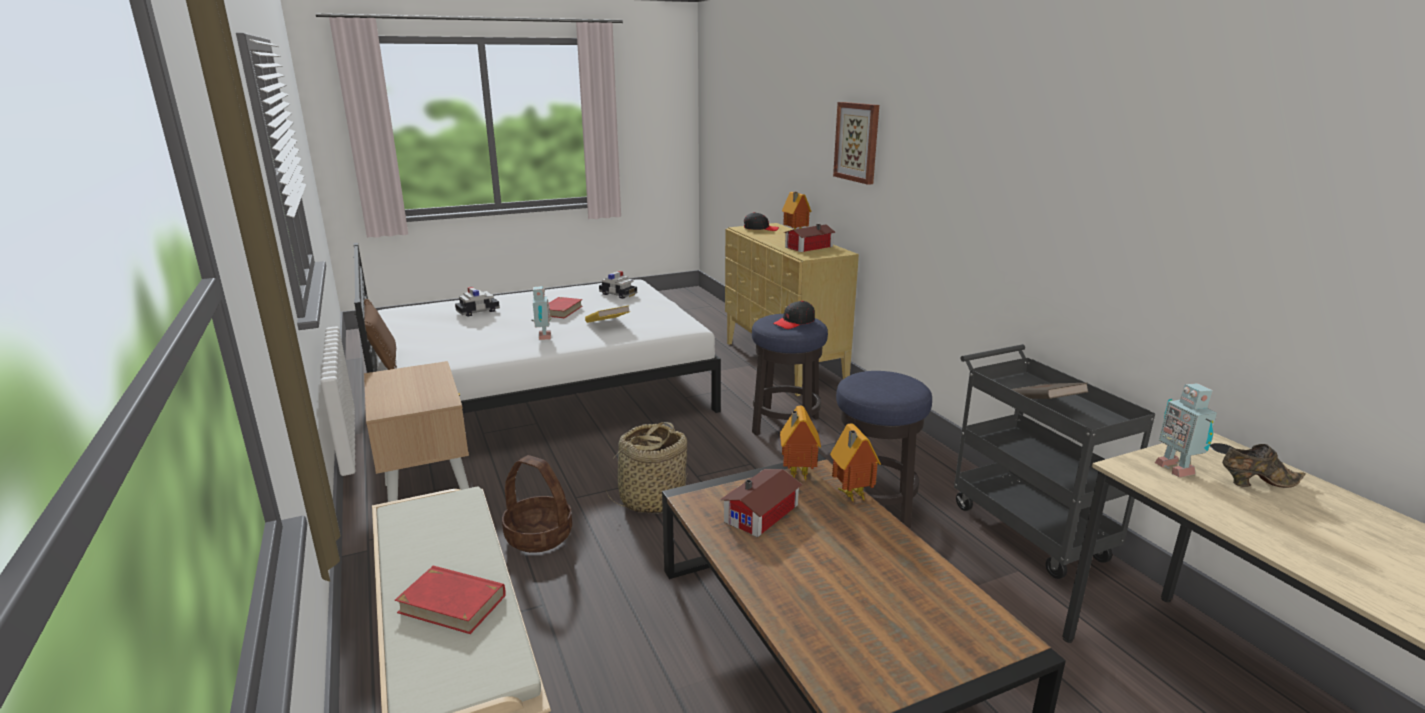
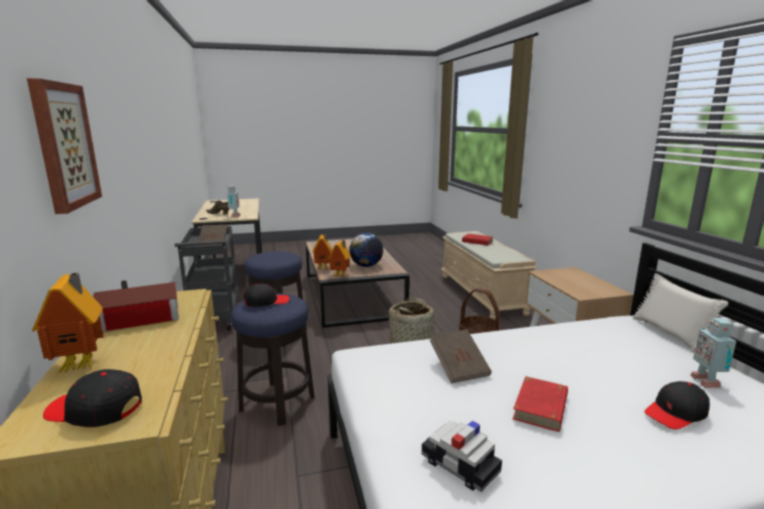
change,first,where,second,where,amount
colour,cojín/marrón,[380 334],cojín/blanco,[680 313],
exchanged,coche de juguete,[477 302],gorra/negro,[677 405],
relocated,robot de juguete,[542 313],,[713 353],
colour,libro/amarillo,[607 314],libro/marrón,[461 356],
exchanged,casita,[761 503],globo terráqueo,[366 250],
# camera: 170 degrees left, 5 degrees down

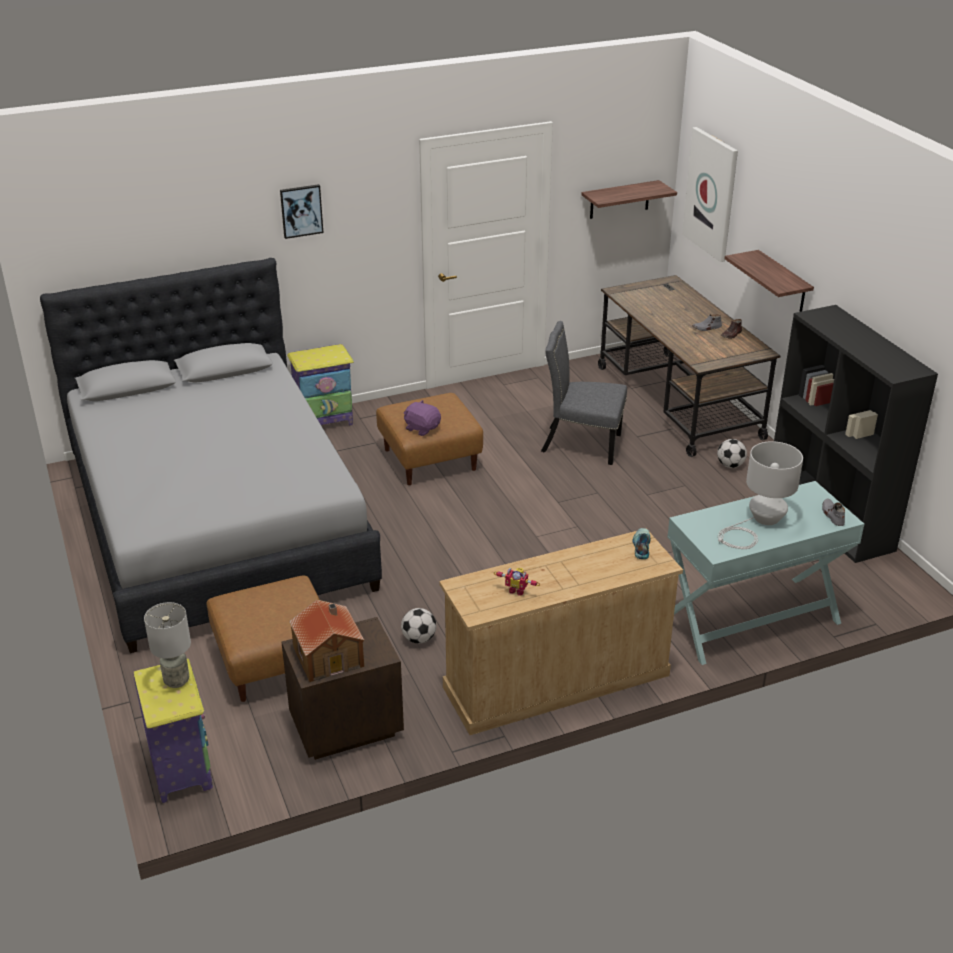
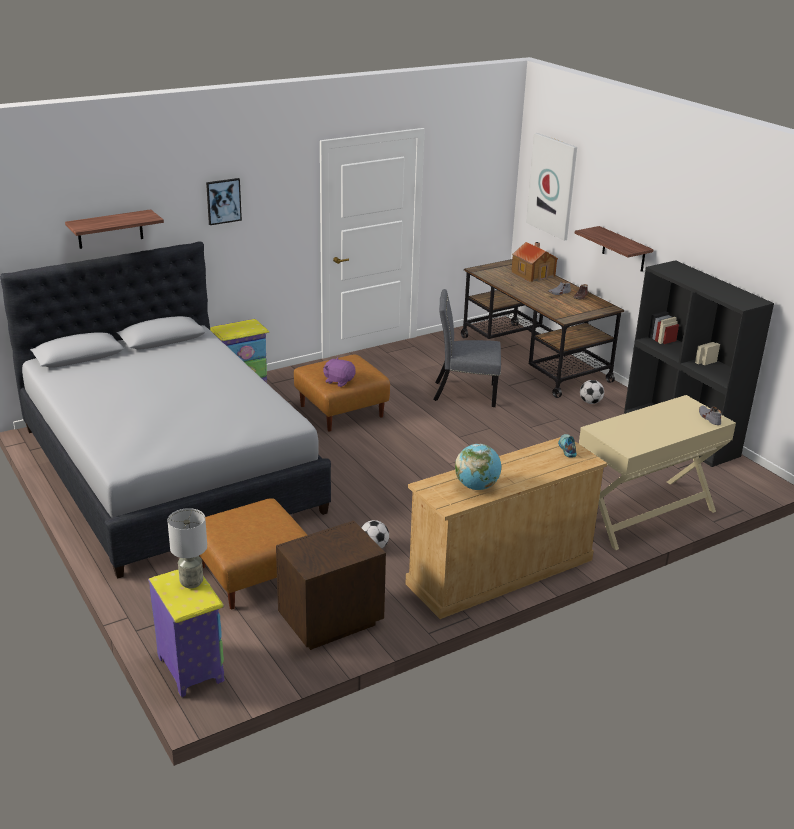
change,first,where,second,where,amount
relocated,casita,[326 640],,[534 262],
exchanged,robot de juguete,[517 582],globo terráqueo,[478 467],
relocated,estante,[629 199],,[114 229],
colour,mesa consola/turquesa,[765 573],mesa consola/beis,[657 472],
missing,lámpara de mesa/blanco,[760 495],,,
# camera: 10 degrees left, 5 degrees down

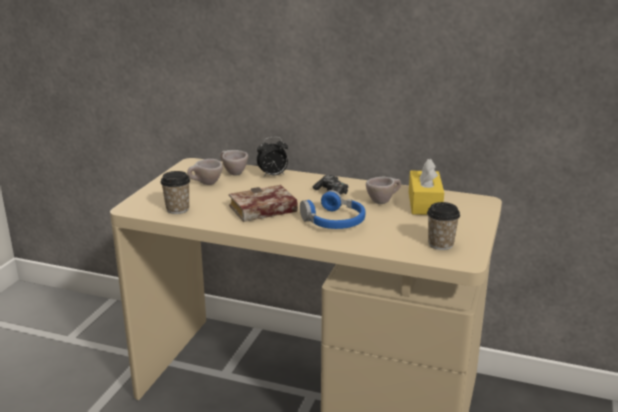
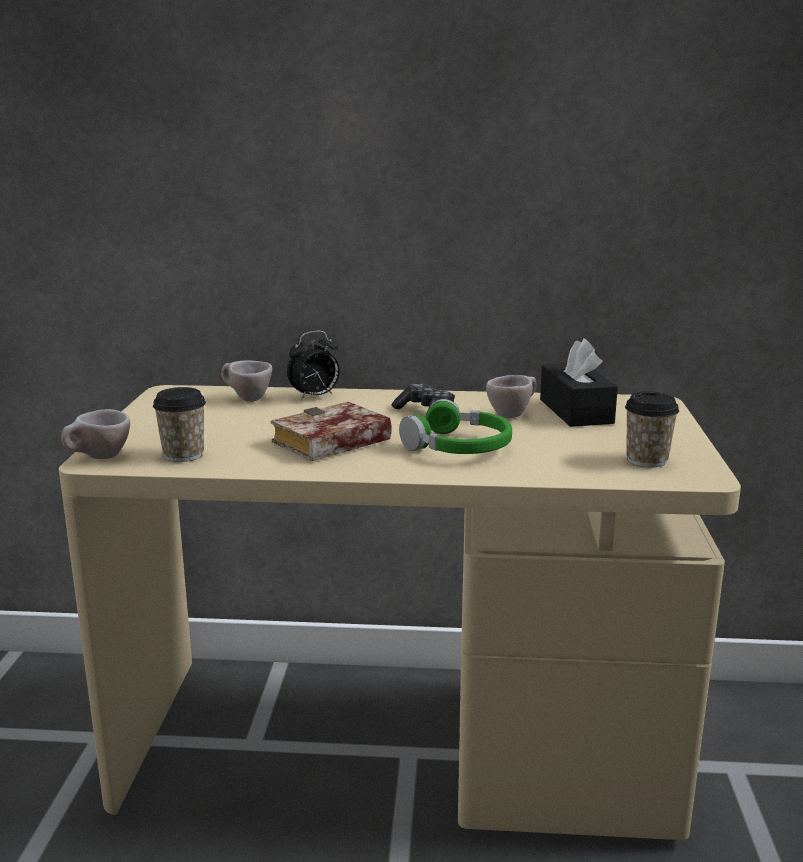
change,first,where,second,where,amount
relocated,taza/beis,[205 172],,[95 434],
colour,auriculares/azul,[332 209],auriculares/verde,[455 426],
colour,caja de pañuelos/amarillo,[426 187],caja de pañuelos/negro,[579 382],
# camera: 15 degrees left, 5 degrees down

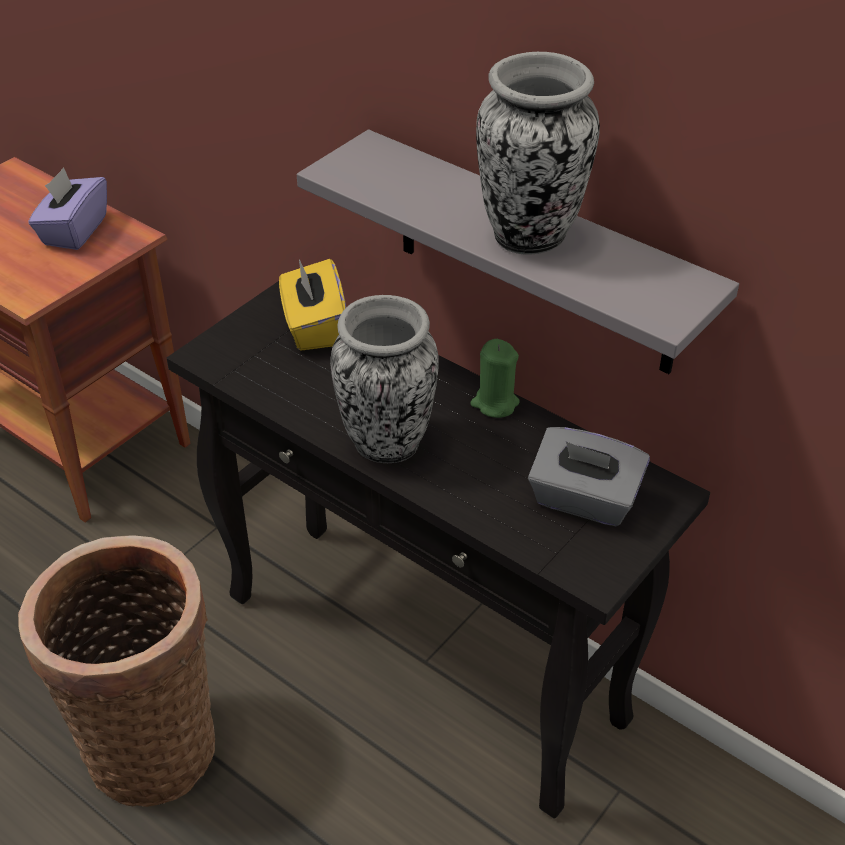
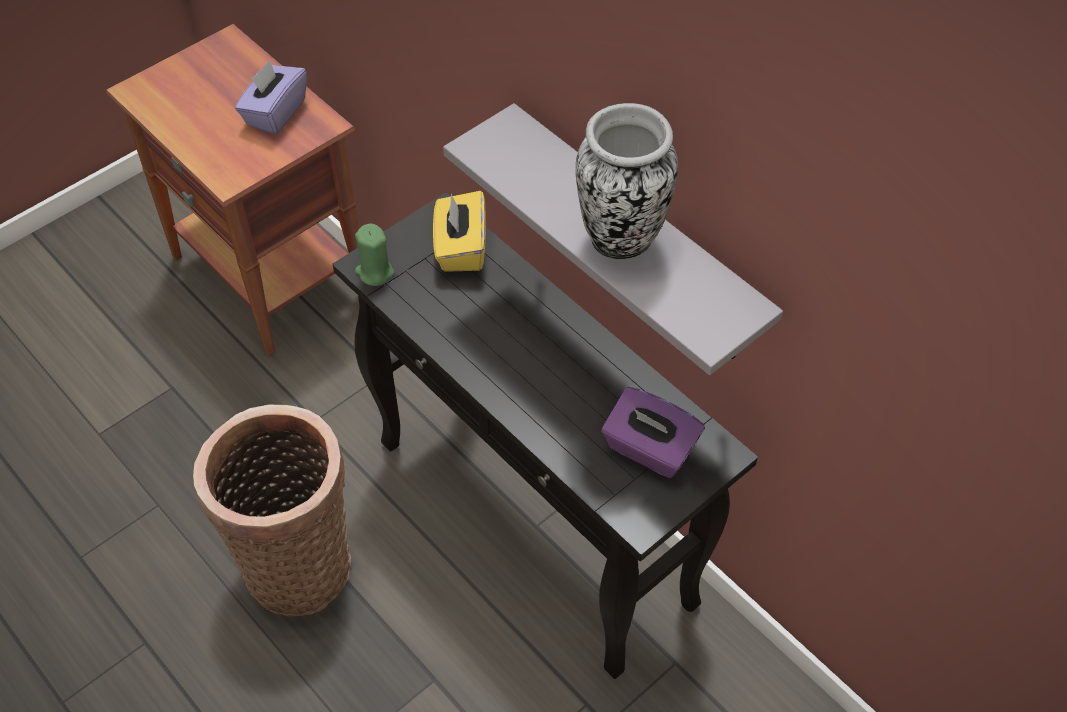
change,first,where,second,where,amount
missing,florero,[384 379],,,
relocated,vela/verde,[495 378],,[374 254],
colour,caja de pañuelos/gris,[589 476],caja de pañuelos/morado,[653 432],
# camera: 10 degrees right, 10 degrees up

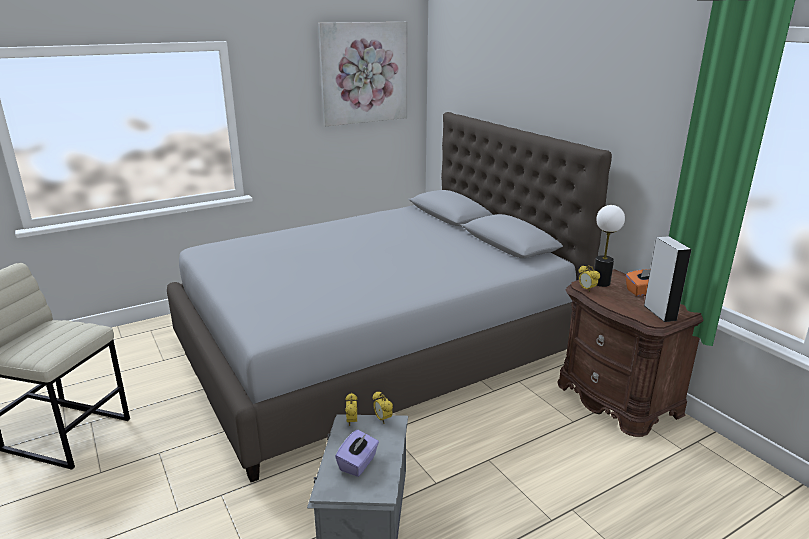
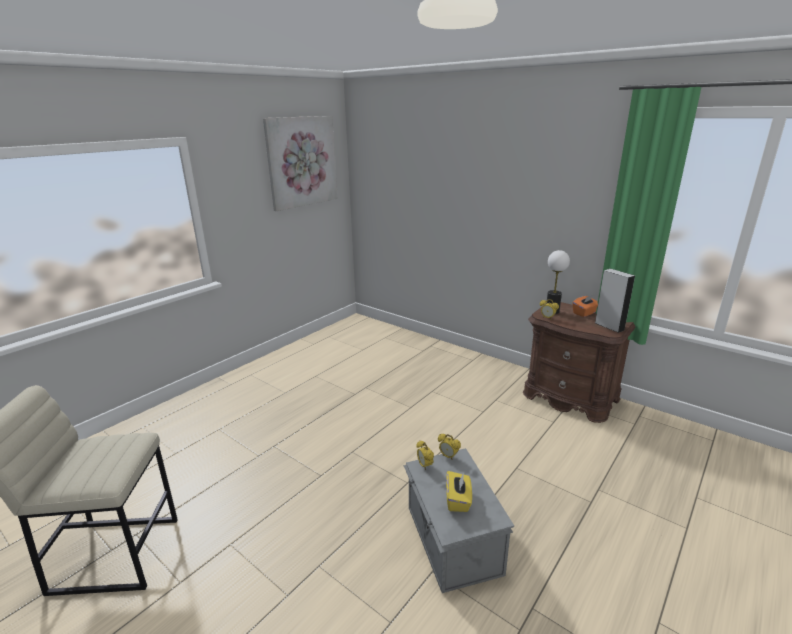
change,first,where,second,where,amount
missing,cama/gris,[389 297],,,
colour,caja de pañuelos/morado,[357 453],caja de pañuelos/amarillo,[459 491],
# camera: 20 degrees left, 0 degrees up

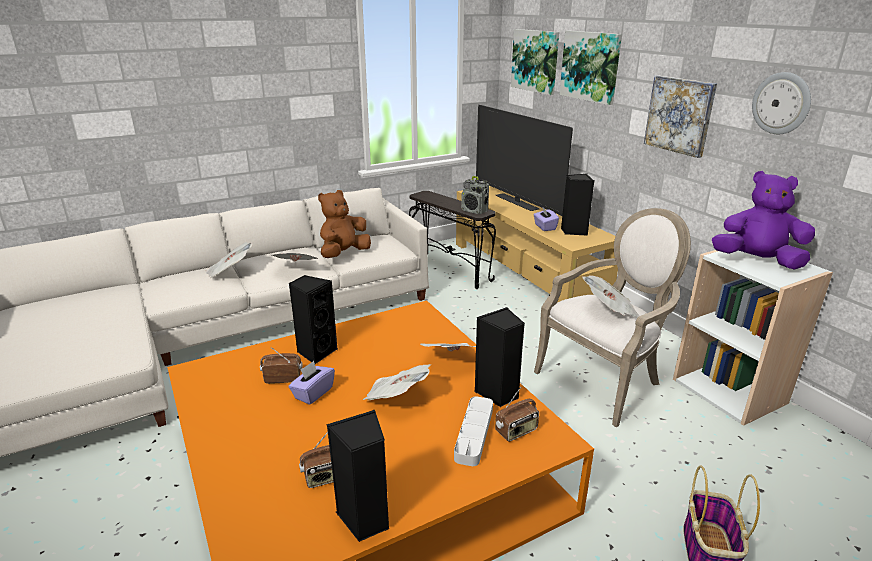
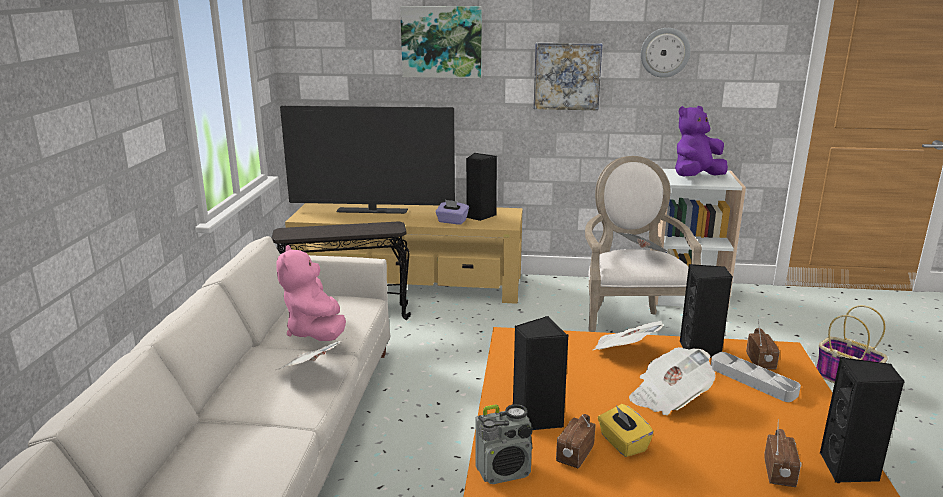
change,first,where,second,where,amount
missing,periódico,[229 260],,,
colour,caja de pañuelos/morado,[311 383],caja de pañuelos/amarillo,[626 430],
colour,peluche/marrón,[344 224],peluche/rosa,[311 293],
relocated,radio,[475 195],,[504 444],
missing,cuadro,[535 62],,,
# camera: 55 degrees left, 5 degrees down

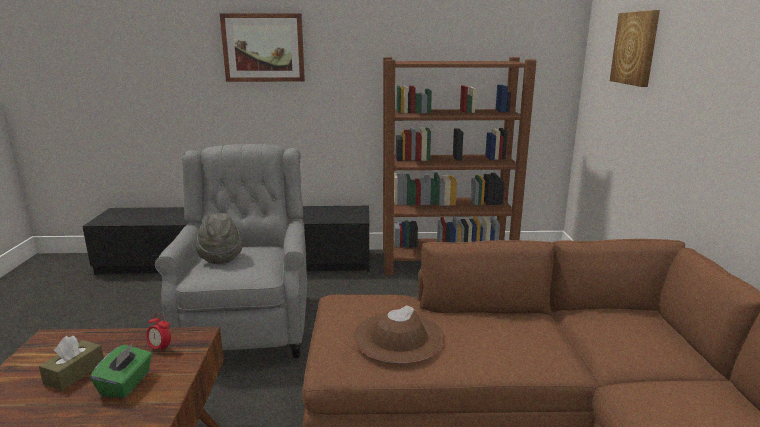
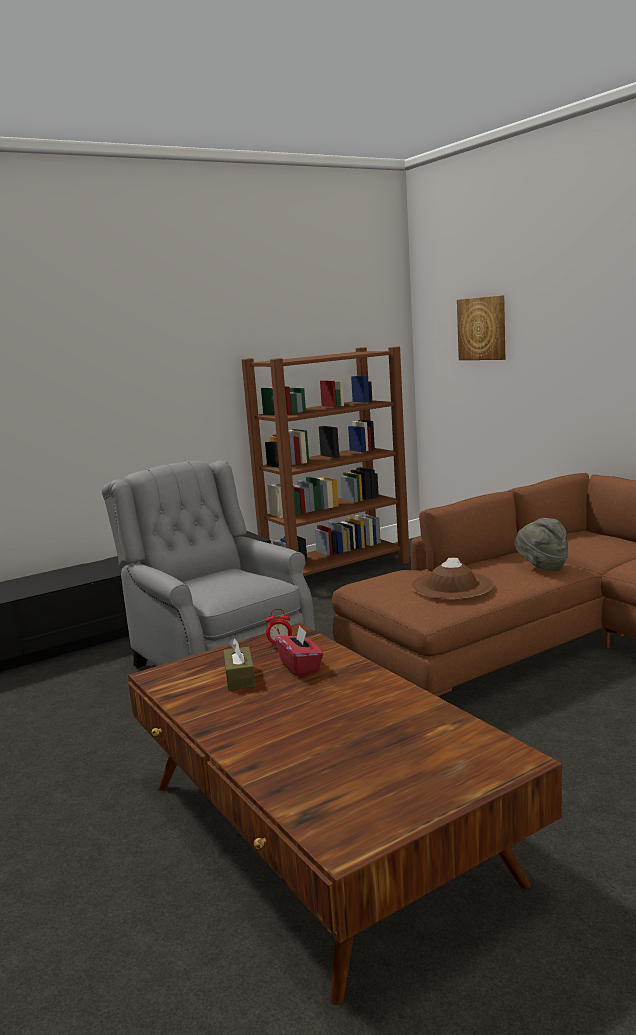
change,first,where,second,where,amount
colour,caja de pañuelos/verde,[121 371],caja de pañuelos/rojo,[299 651],
relocated,sombrero/gris,[219 238],,[541 544],
missing,cuadro,[262 47],,,
# camera: 30 degrees left, 5 degrees down

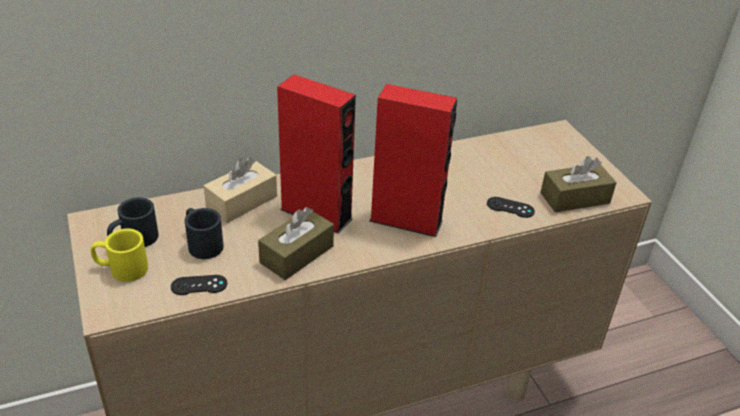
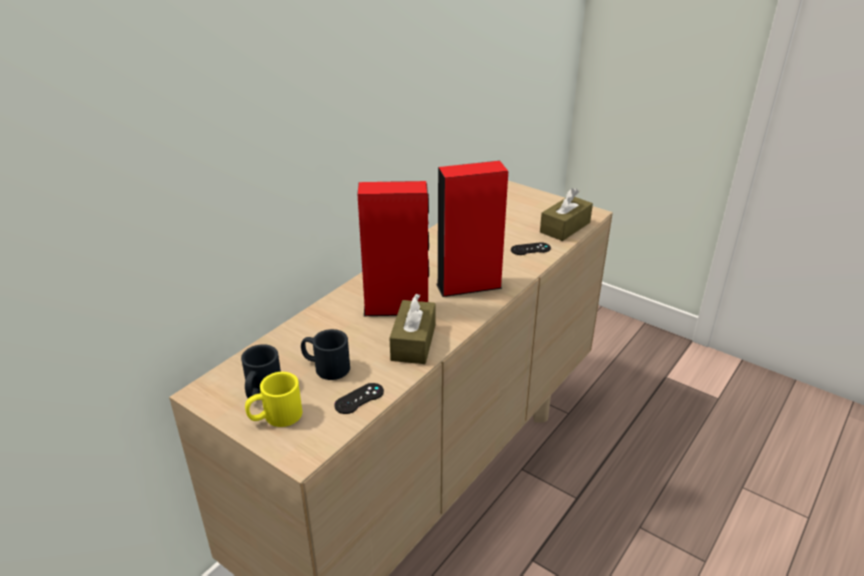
change,first,where,second,where,amount
missing,caja de pañuelos/beis,[240 190],,,
# camera: 30 degrees left, 5 degrees down

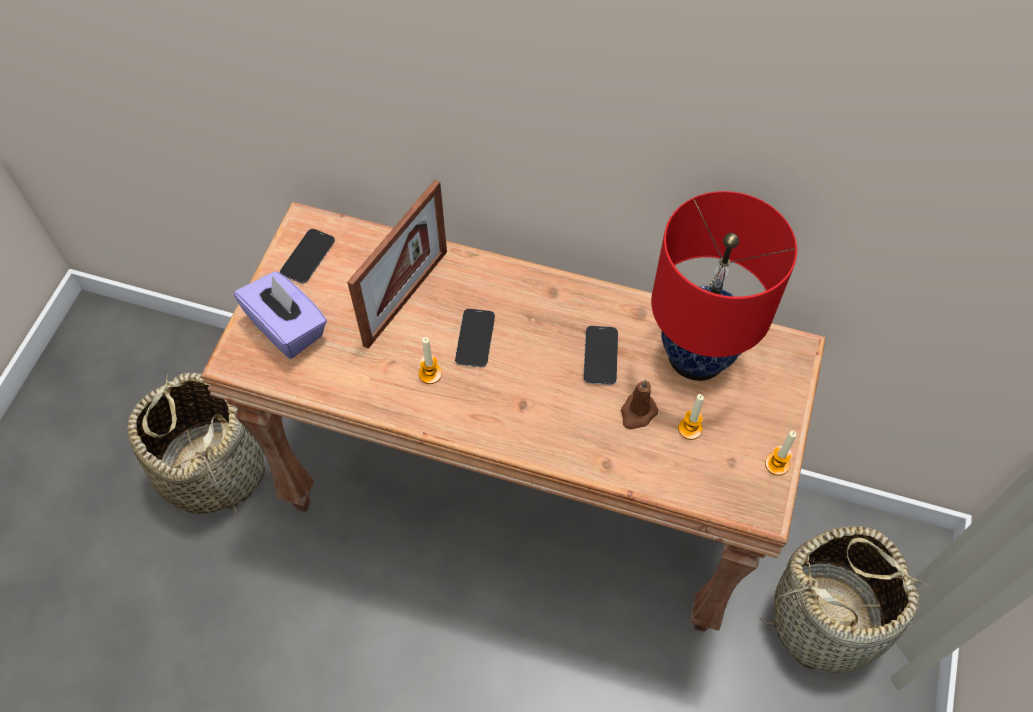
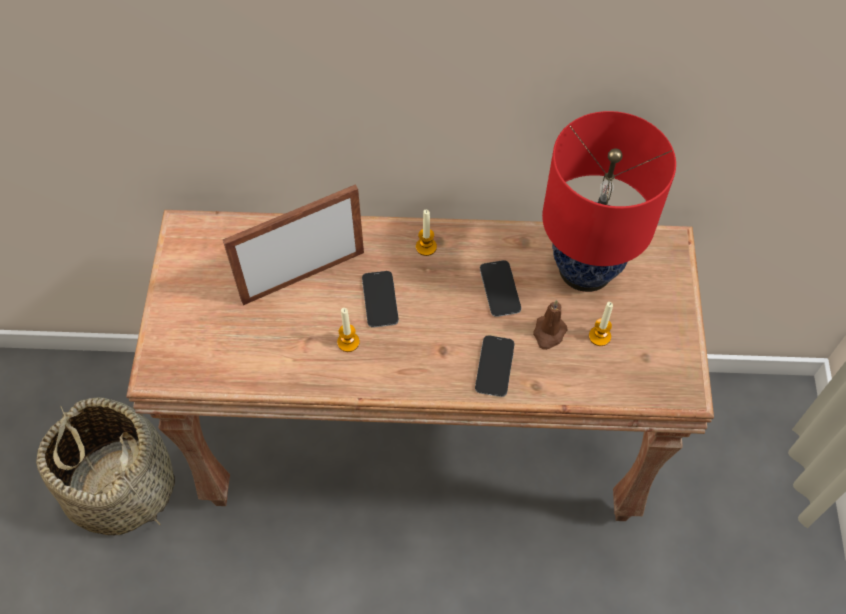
change,first,where,second,where,amount
missing,caja de pañuelos/morado,[280 315],,,
relocated,móvil,[307 256],,[494 366],
spun,portarretratos,[397 264],,[293 245],135 degrees counterclockwise
missing,cesta,[845 599],,,
relocated,vela,[780 453],,[426 233],
# camera: 15 degrees left, 0 degrees up

